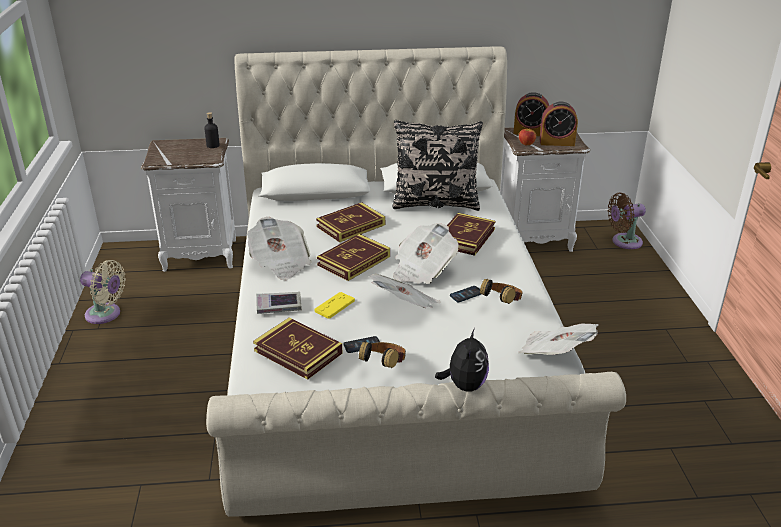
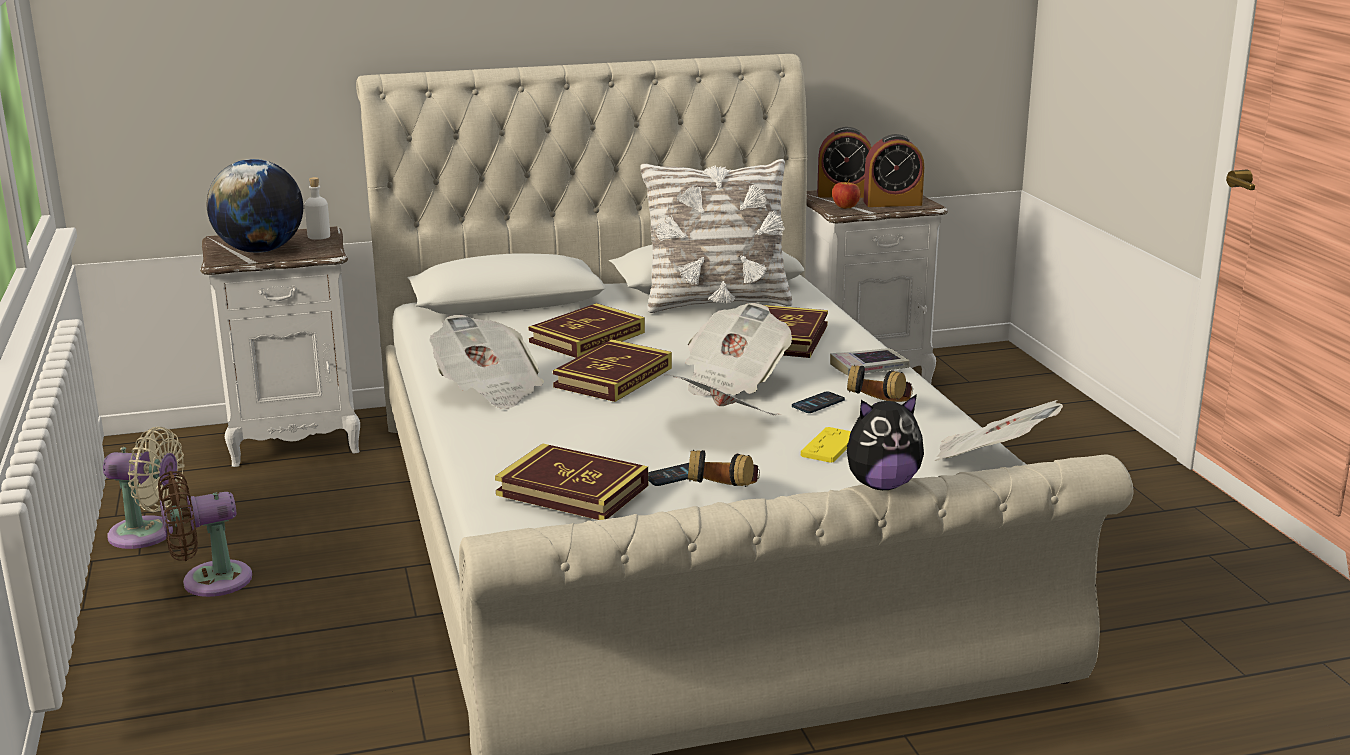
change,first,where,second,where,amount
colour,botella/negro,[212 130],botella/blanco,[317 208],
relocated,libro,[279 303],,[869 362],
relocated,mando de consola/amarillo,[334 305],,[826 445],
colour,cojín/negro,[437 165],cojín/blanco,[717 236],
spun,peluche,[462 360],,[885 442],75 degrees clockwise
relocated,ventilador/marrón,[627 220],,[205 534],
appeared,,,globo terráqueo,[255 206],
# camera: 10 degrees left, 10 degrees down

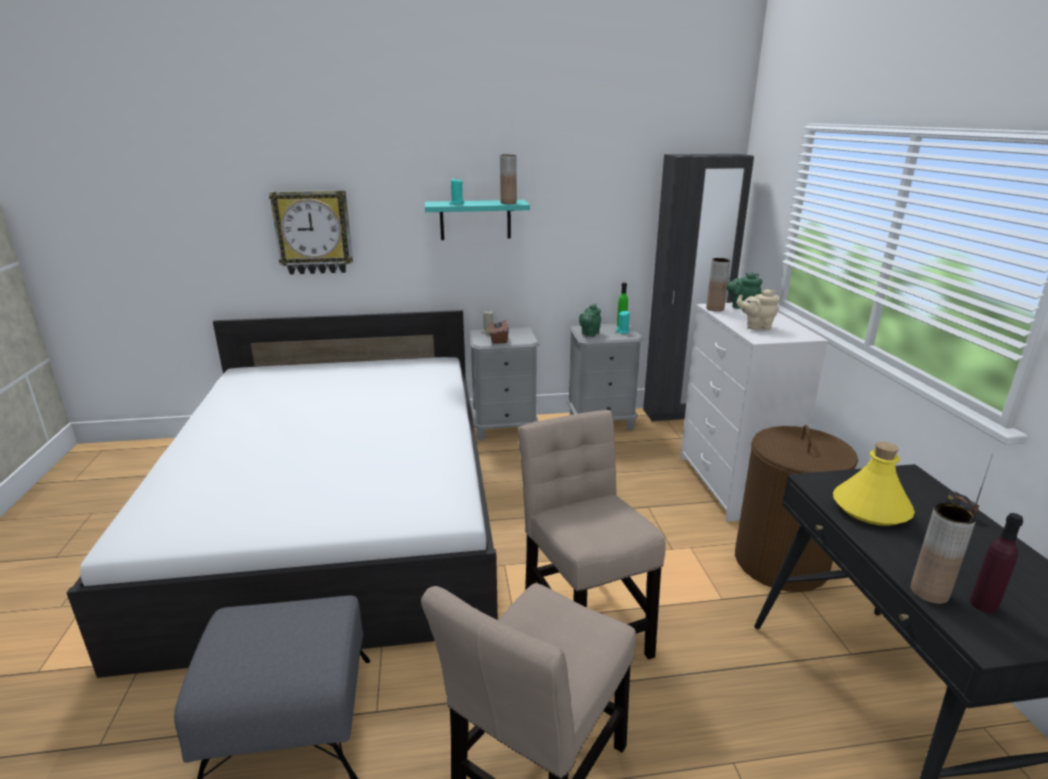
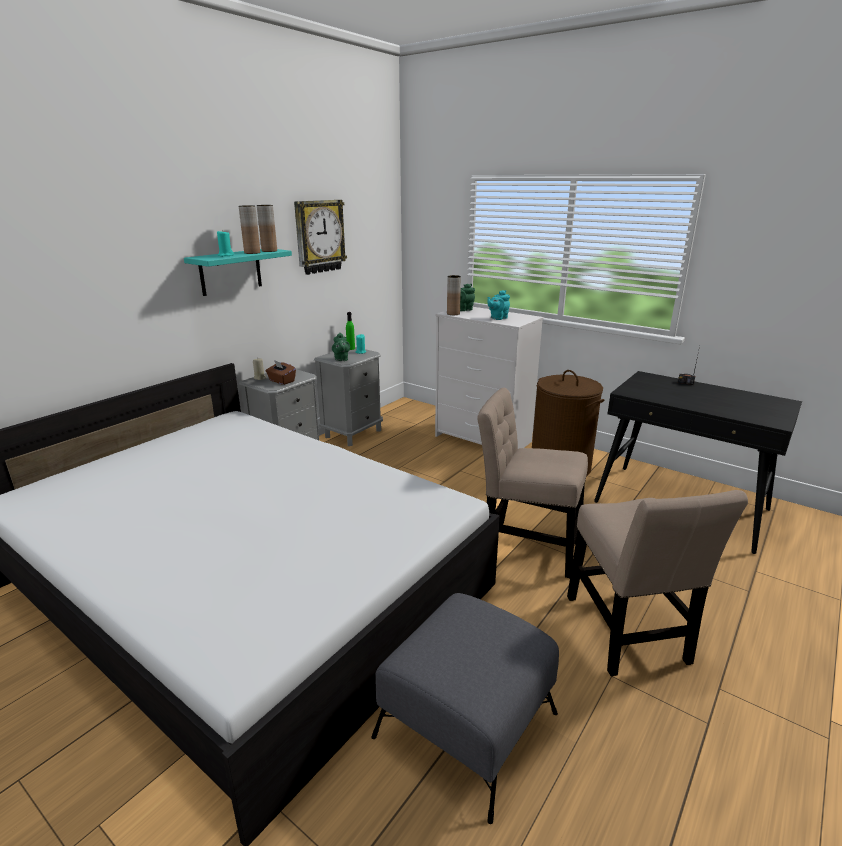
change,first,where,second,where,amount
relocated,reloj de pared,[311 232],,[320 237],
missing,armario ropero/negro,[698 288],,,
colour,tetera/beis,[758 309],tetera/turquesa,[498 305],
missing,botella/amarillo,[874 484],,,
relocated,florero/marrón,[943 553],,[249 229],
missing,botella/morado,[996 563],,,
# camera: 45 degrees left, 0 degrees up

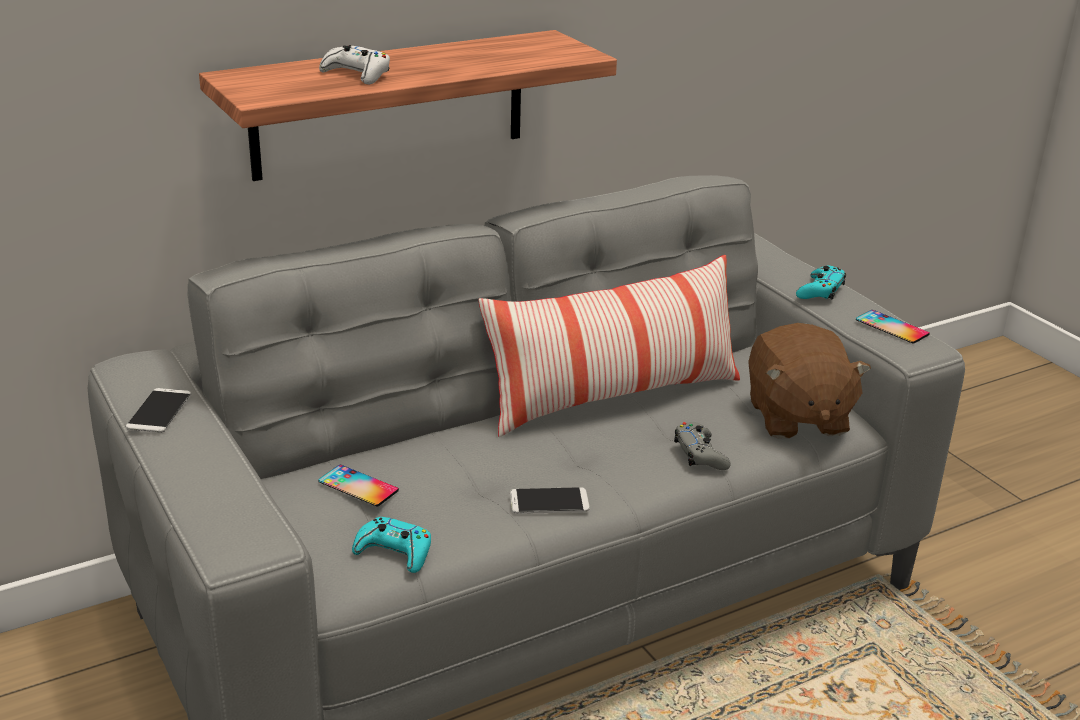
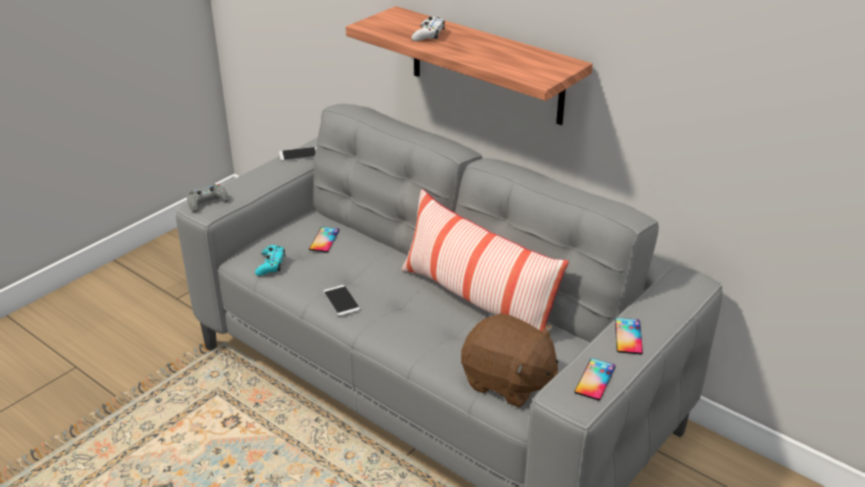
change,first,where,second,where,amount
relocated,mando de consola/gris,[702 446],,[208 198],
spun,peluche/marrón,[809 380],,[509 360],120 degrees counterclockwise
exchanged,mando de consola/turquesa,[821 282],móvil,[629 336],
# camera: 70 degrees right, 5 degrees up

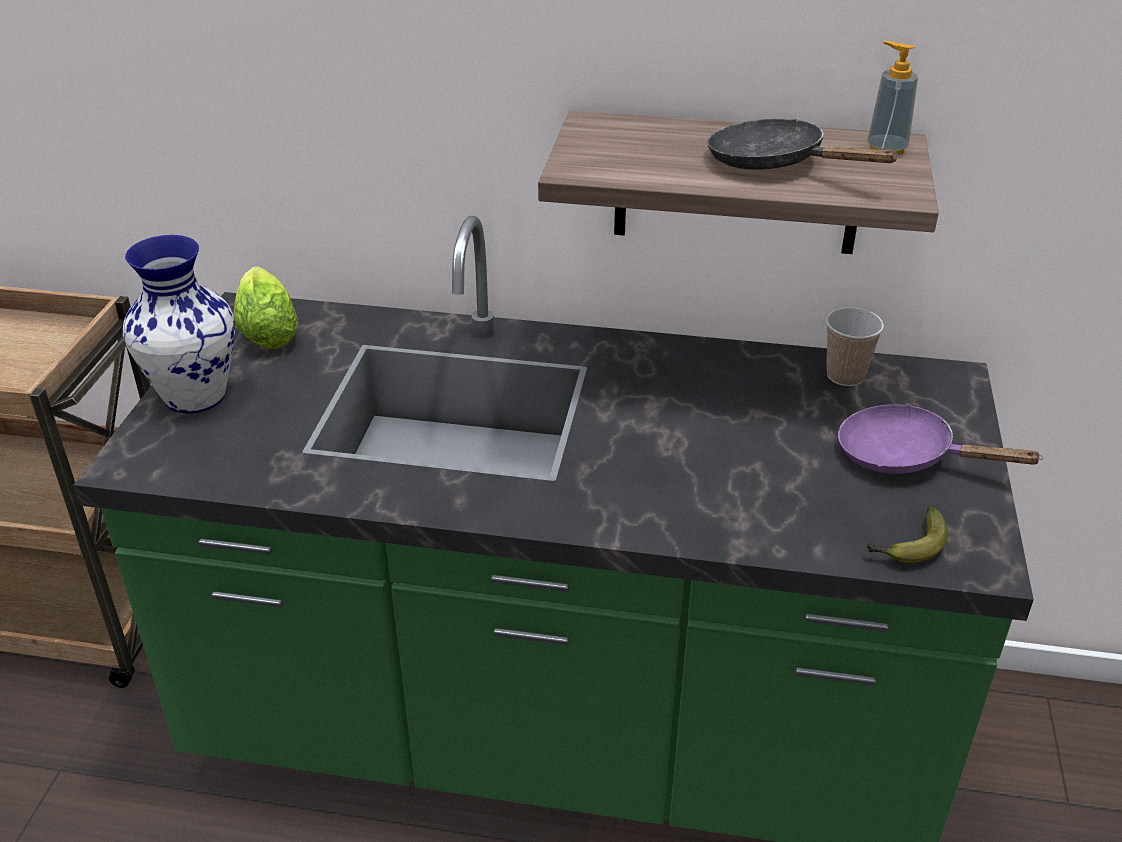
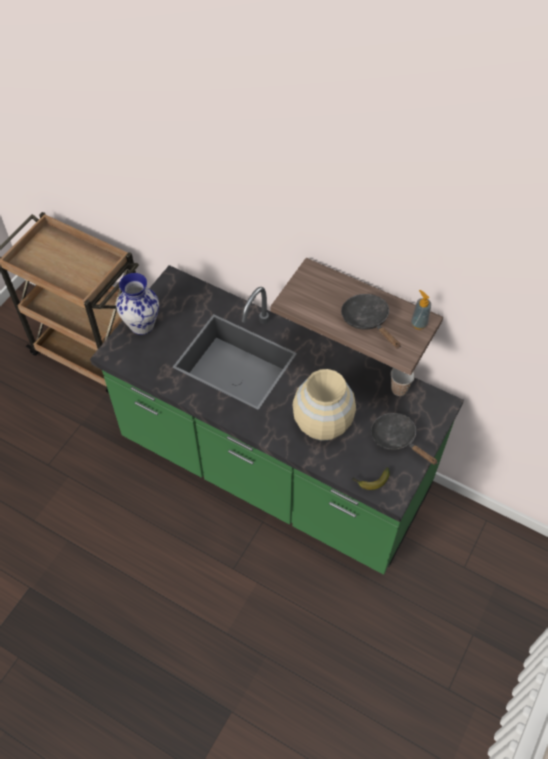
change,first,where,second,where,amount
missing,lechuga,[266 308],,,
colour,sartén/morado,[940 439],sartén/negro,[404 439],
appeared,,,florero/beis,[324 405],
# camera: 20 degrees right, 20 degrees up

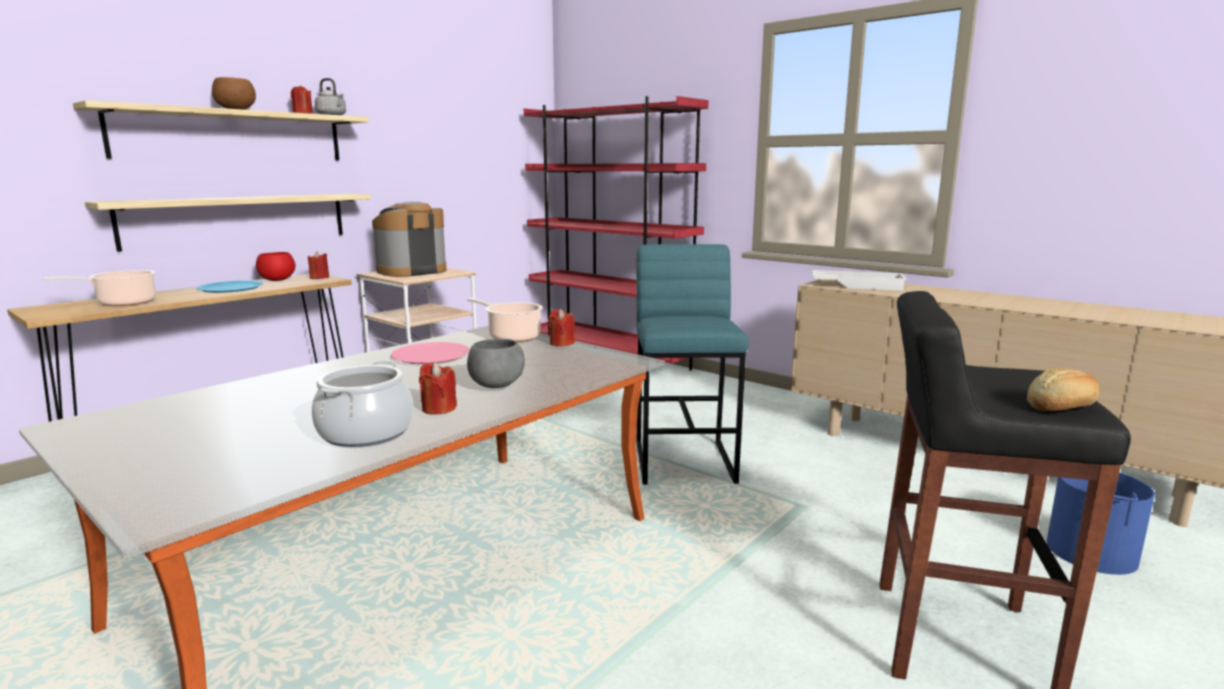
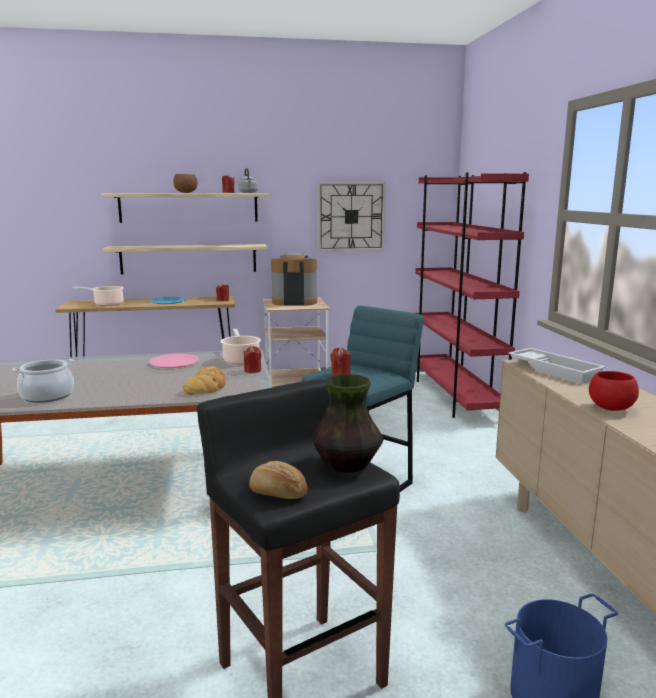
change,first,where,second,where,amount
relocated,cuenco/rojo,[276 266],,[614 391],
relocated,vela/rojo,[438 389],,[340 362],
missing,cuenco/gris,[496 363],,,
appeared,,,pan,[204 380],
appeared,,,florero,[347 423],
appeared,,,reloj de pared,[352 217],
# camera: 40 degrees right, 0 degrees up

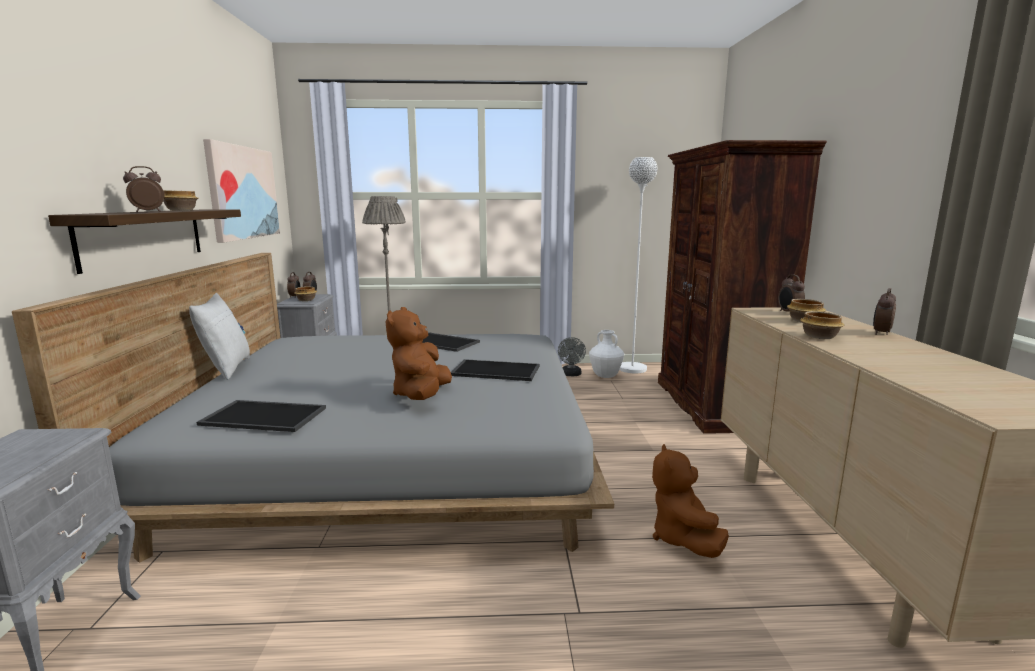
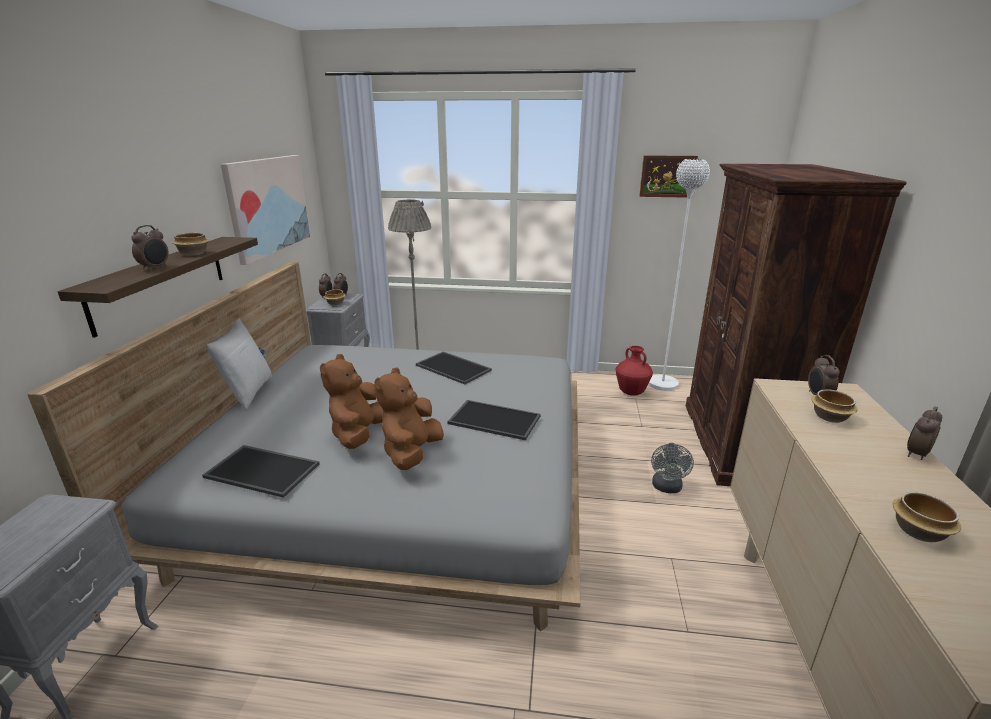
change,first,where,second,where,amount
spun,despertador,[143 189],,[149 248],135 degrees clockwise
relocated,ventilador/gris,[572 356],,[672 468],
colour,florero/blanco,[606 354],florero/rojo,[634 371],
relocated,peluche/marrón,[690 501],,[351 401],
relocated,cuenco,[822 325],,[927 517],
appeared,,,cuadro,[668 176],
# camera: 10 degrees right, 10 degrees up

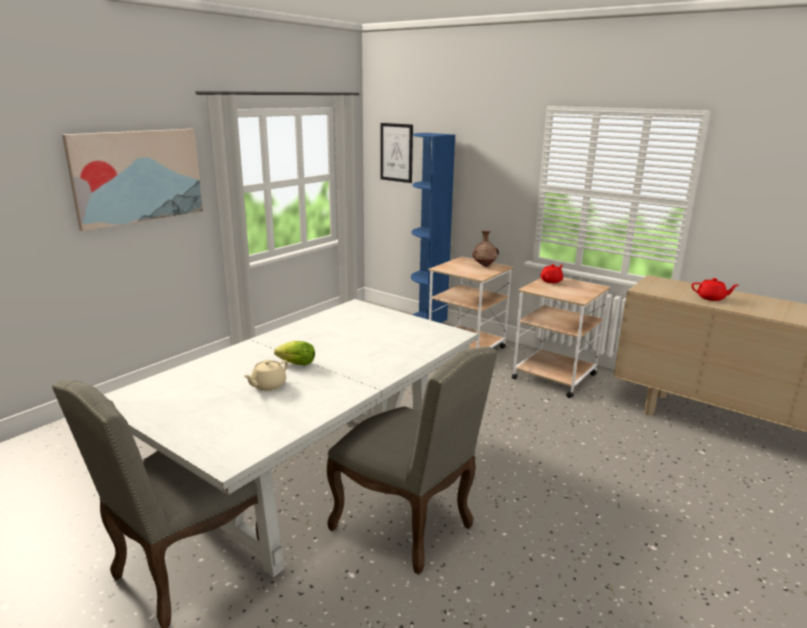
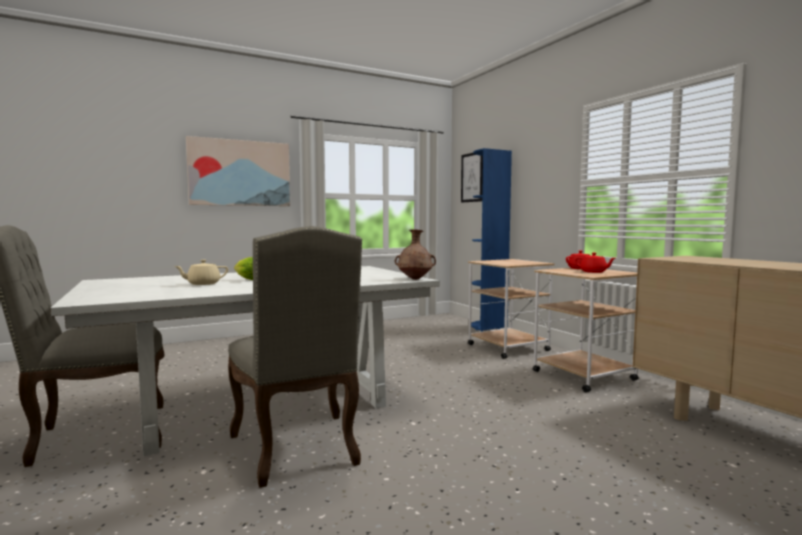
change,first,where,second,where,amount
relocated,florero/marrón,[485 248],,[415 254],
relocated,tetera/rojo,[715 289],,[595 263],
# camera: 25 degrees right, 15 degrees down

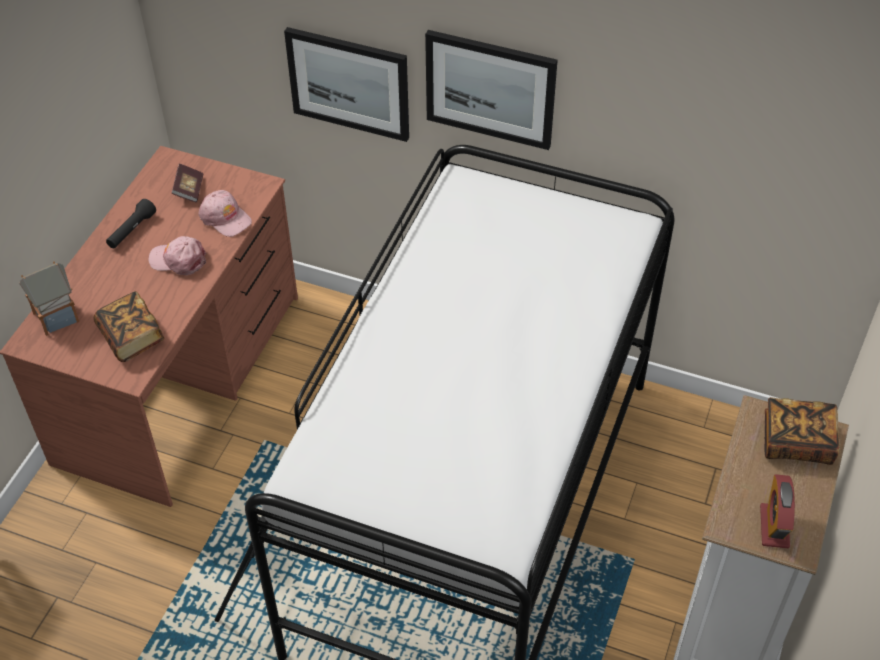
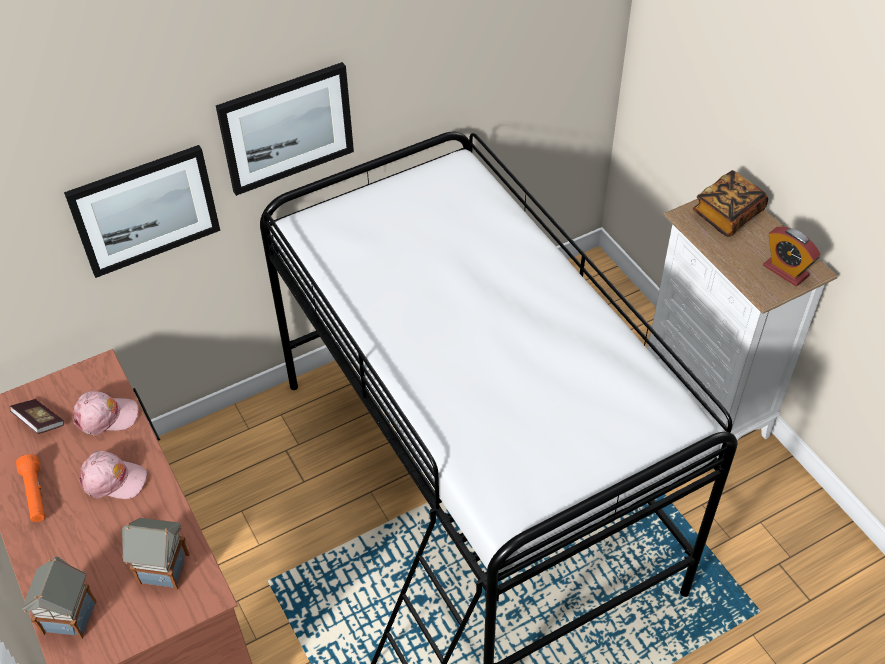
change,first,where,second,where,amount
exchanged,libro,[129 326],casita,[156 554],
colour,linterna/negro,[131 223],linterna/naranja,[30 488],
spun,gorra/rosa,[177 255],,[112 475],135 degrees counterclockwise
# camera: 50 degrees left, 0 degrees up

